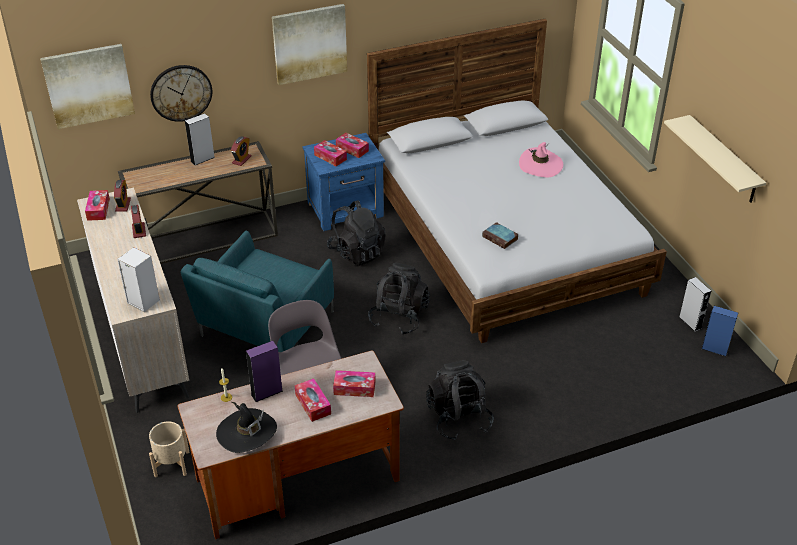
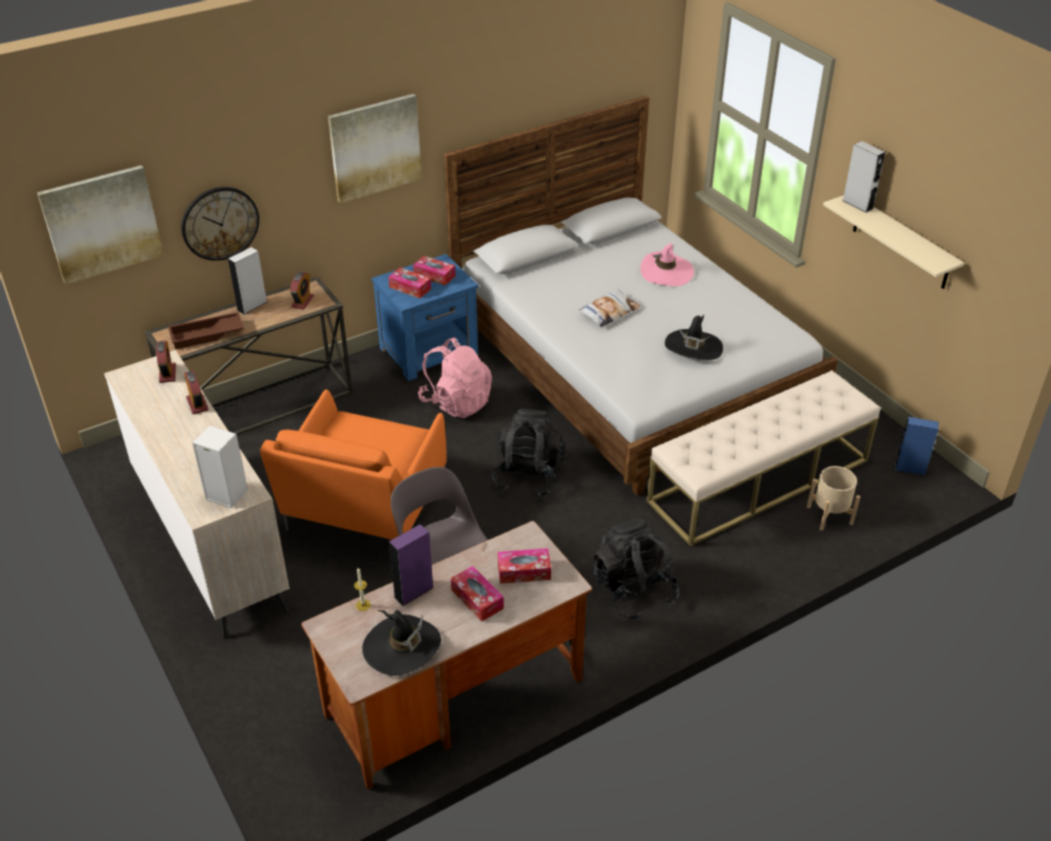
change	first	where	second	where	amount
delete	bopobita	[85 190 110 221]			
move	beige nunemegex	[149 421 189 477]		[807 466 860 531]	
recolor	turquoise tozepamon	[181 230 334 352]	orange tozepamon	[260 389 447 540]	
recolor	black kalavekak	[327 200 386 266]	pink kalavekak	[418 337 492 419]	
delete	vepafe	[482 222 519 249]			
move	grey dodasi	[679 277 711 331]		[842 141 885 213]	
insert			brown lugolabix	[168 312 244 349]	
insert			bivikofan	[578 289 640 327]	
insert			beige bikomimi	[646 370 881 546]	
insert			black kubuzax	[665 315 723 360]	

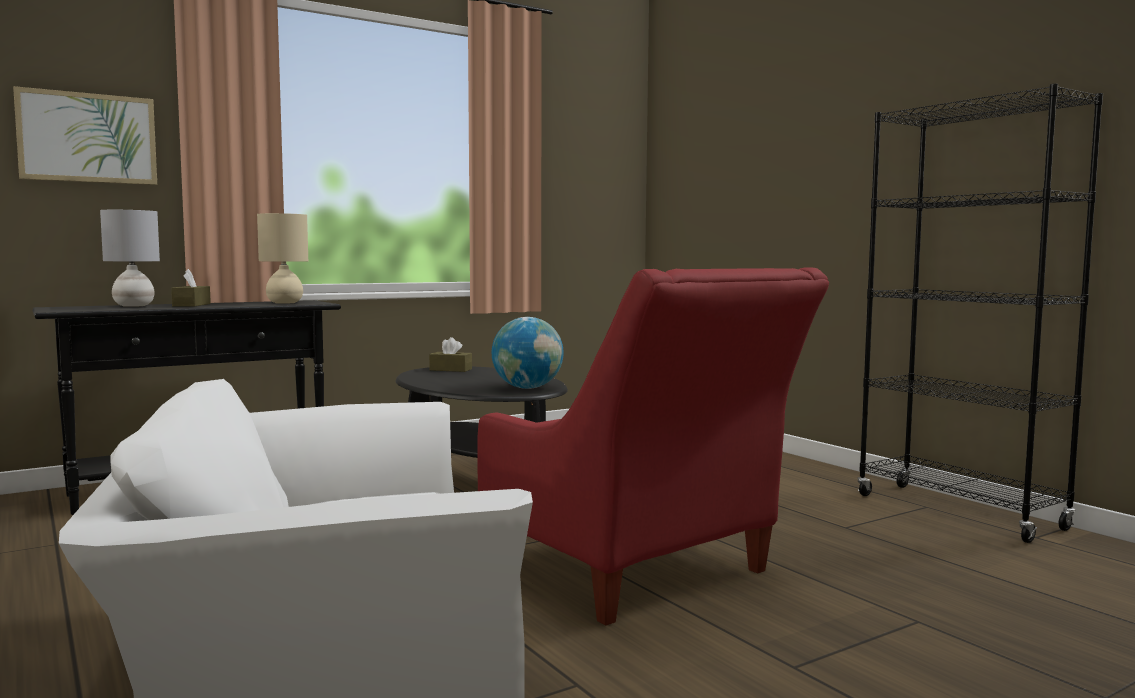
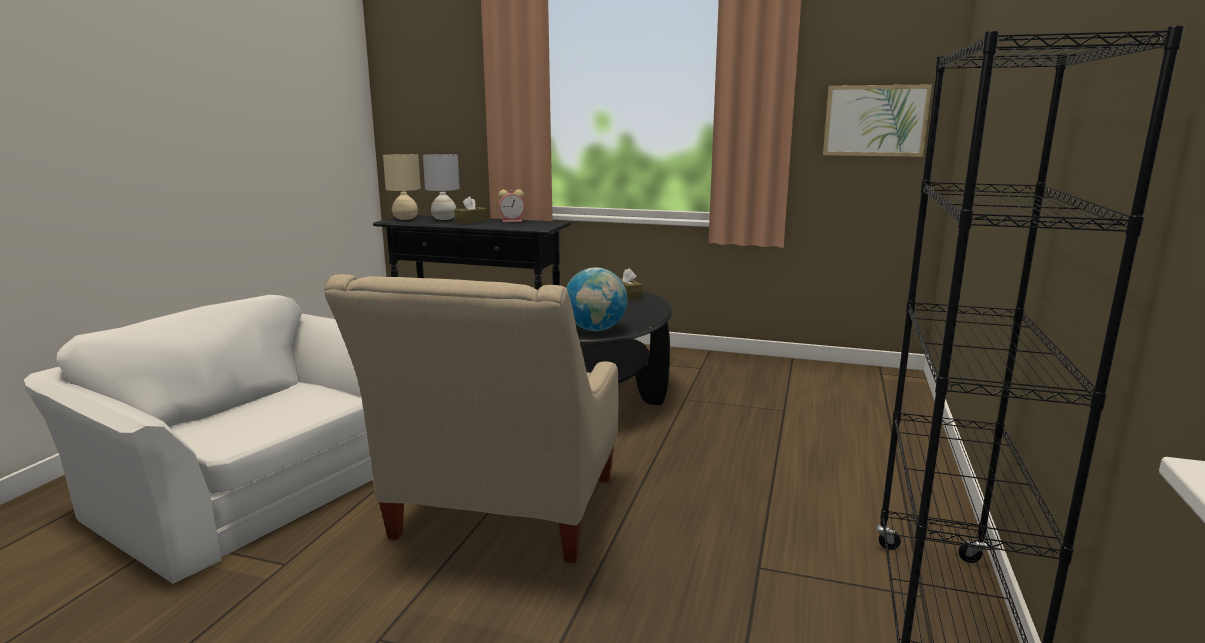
change	first	where	second	where	amount
move	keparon	[13 86 157 185]		[823 85 932 157]	
move	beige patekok	[257 213 308 304]		[383 154 421 220]	
recolor	red tozepamon	[477 267 829 626]	beige tozepamon	[324 274 618 563]	
insert			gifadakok	[498 189 525 222]	

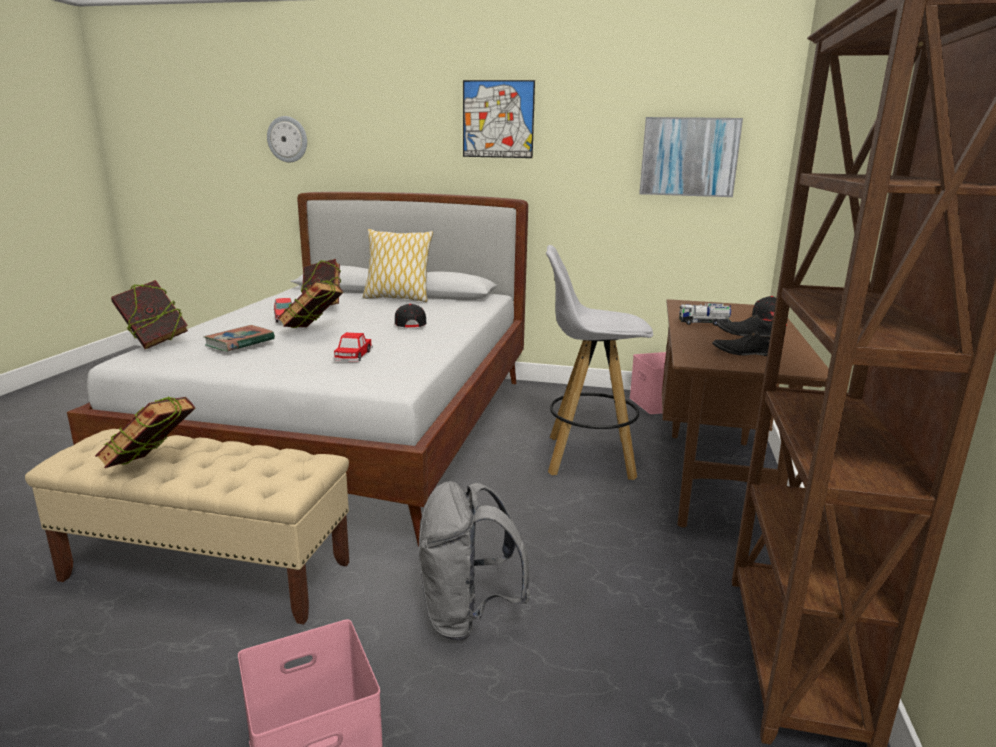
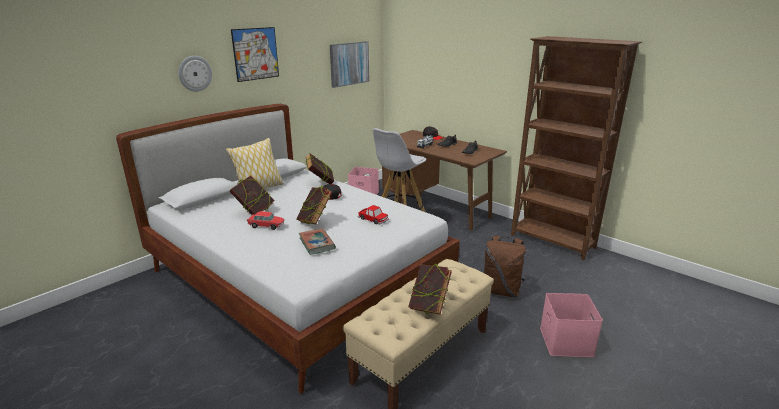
change	first	where	second	where	amount
move	vepafe	[111 280 188 349]		[306 153 334 184]	
move	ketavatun	[267 116 307 162]		[178 56 212 92]	
recolor	grey kalavekak	[419 481 530 641]	brown kalavekak	[484 235 526 297]	

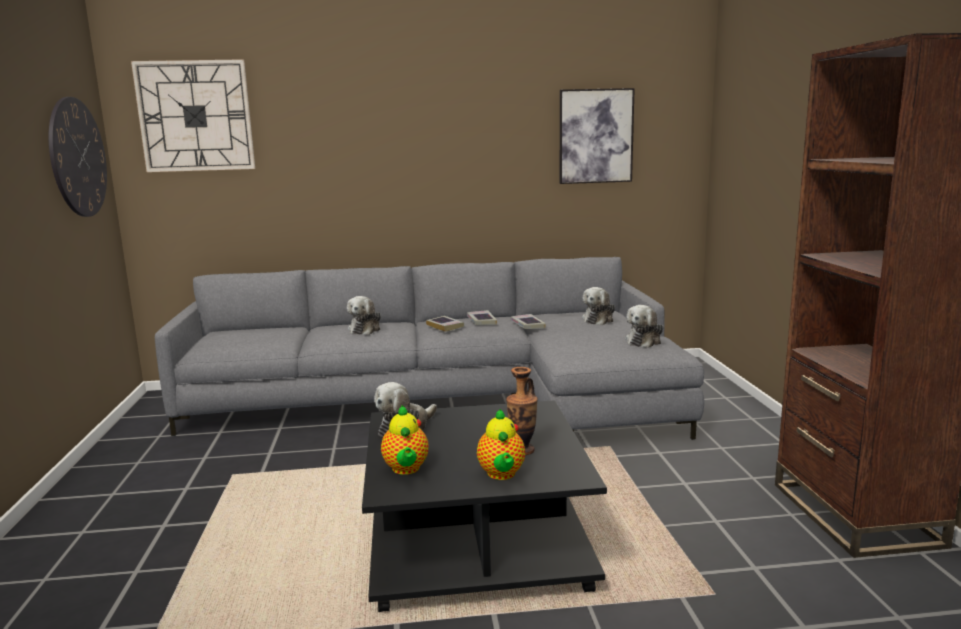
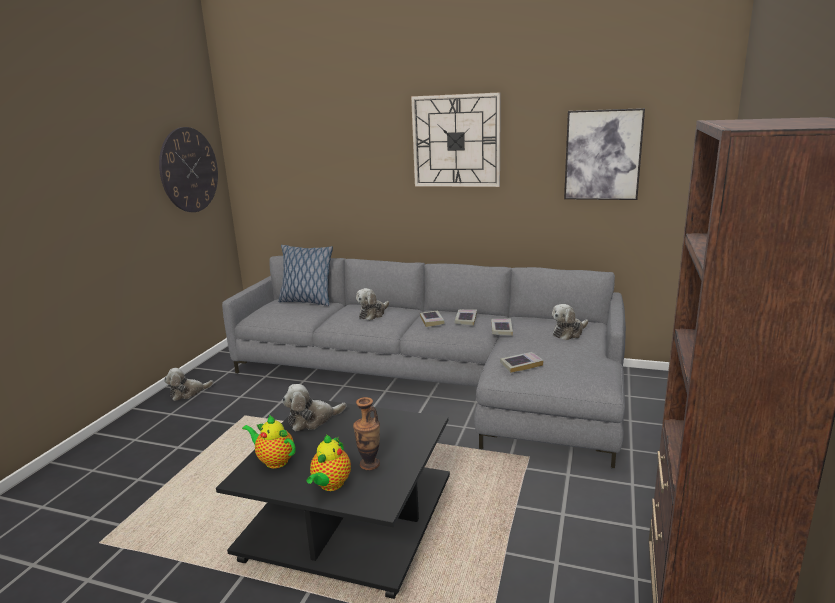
change	first	where	second	where	amount
move	ketavatun	[131 59 255 172]		[411 92 501 187]	
rotate	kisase	[381 405 429 475]		[242 415 295 468]	105 degrees clockwise
move	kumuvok	[625 305 663 348]		[164 368 214 401]	
insert			bivikofan	[278 245 333 306]	
insert			vepafe	[500 352 544 373]	

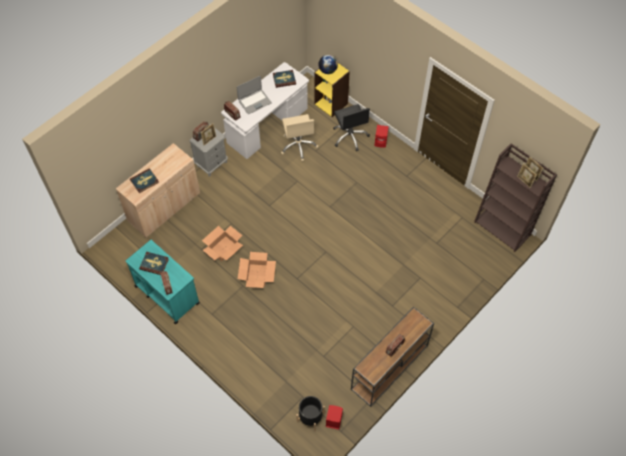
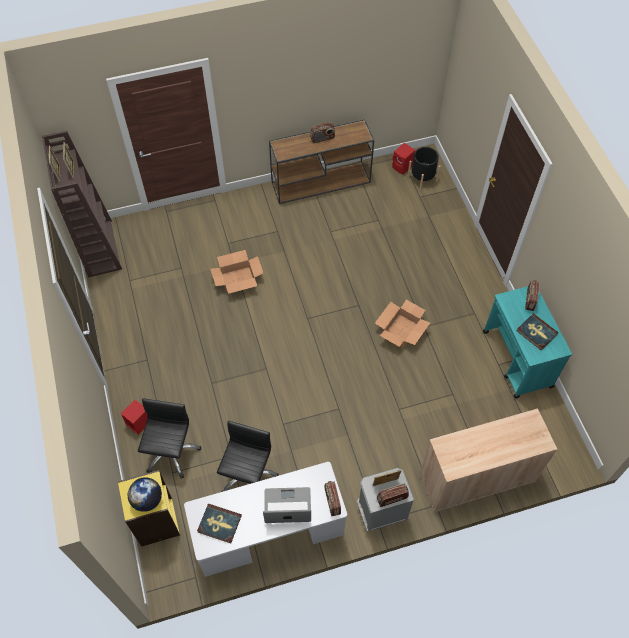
change	first	where	second	where	amount
delete	vepafe	[130 168 159 193]			
move	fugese	[202 226 243 261]		[211 250 263 294]	
recolor	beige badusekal	[281 114 318 161]	black badusekal	[217 421 279 492]	

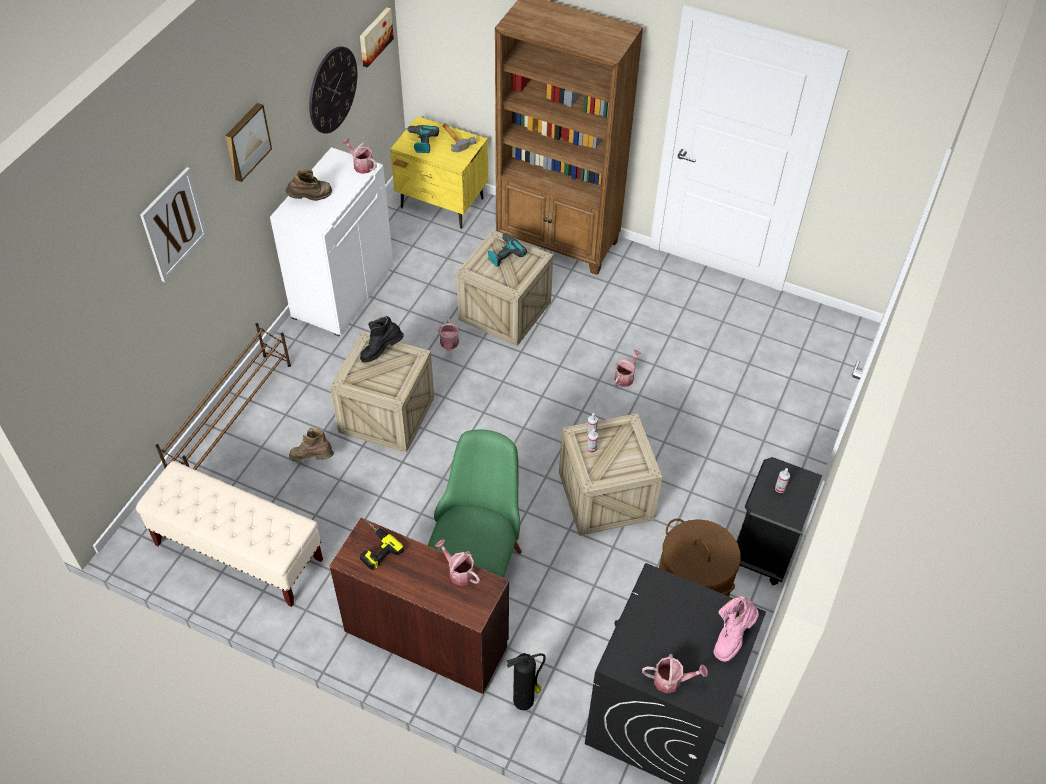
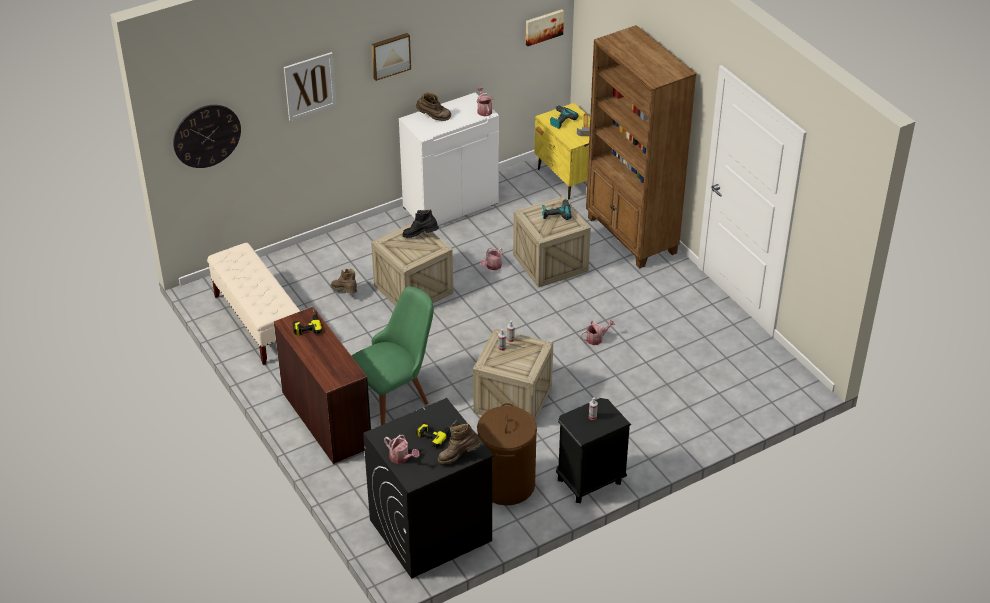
change	first	where	second	where	amount
delete	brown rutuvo	[156 323 291 470]			
move	ketavatun	[309 46 357 134]		[173 105 241 168]	
delete	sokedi	[435 540 480 586]			
delete	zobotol	[507 653 546 710]			
recolor	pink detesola	[714 596 759 662]	brown detesola	[438 423 481 464]	
insert			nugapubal	[416 420 457 448]	

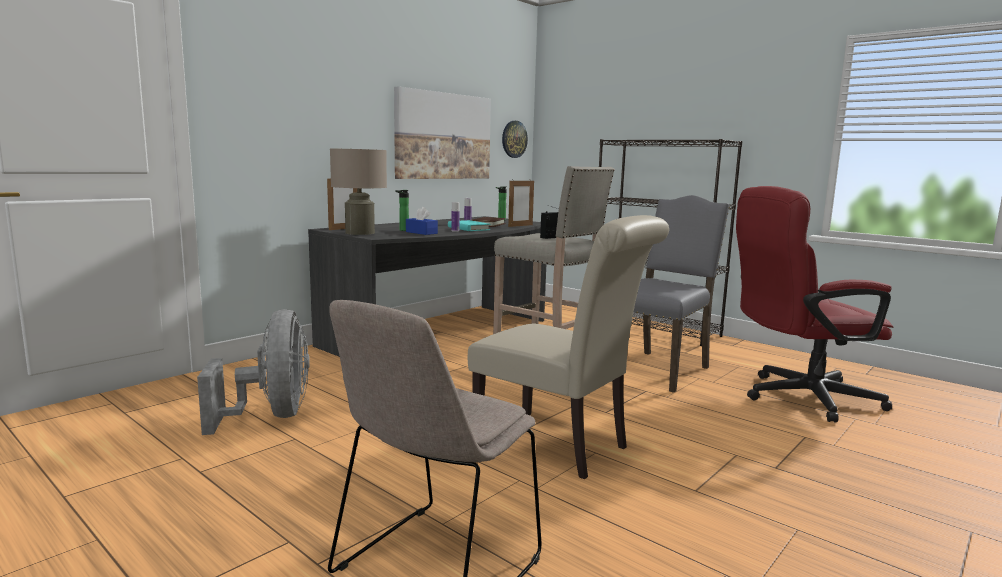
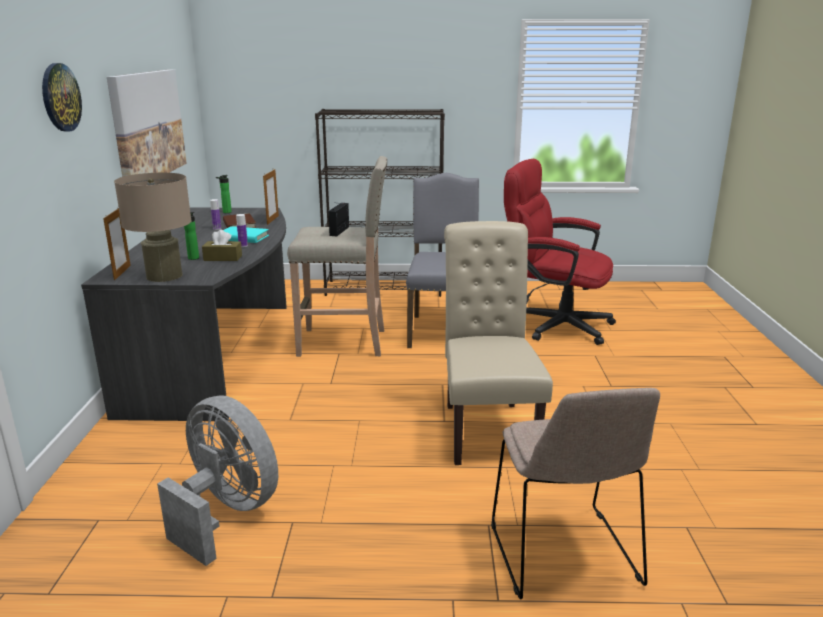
change	first	where	second	where	amount
recolor	blue bopobita	[406 207 438 235]	brown bopobita	[202 229 242 261]	
rotate	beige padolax	[468 215 669 479]		[444 221 553 465]	90 degrees counterclockwise
move	ketavatun	[502 121 528 158]		[42 63 82 132]	
rotate	red badusekal	[736 186 893 422]		[504 159 616 345]	75 degrees clockwise

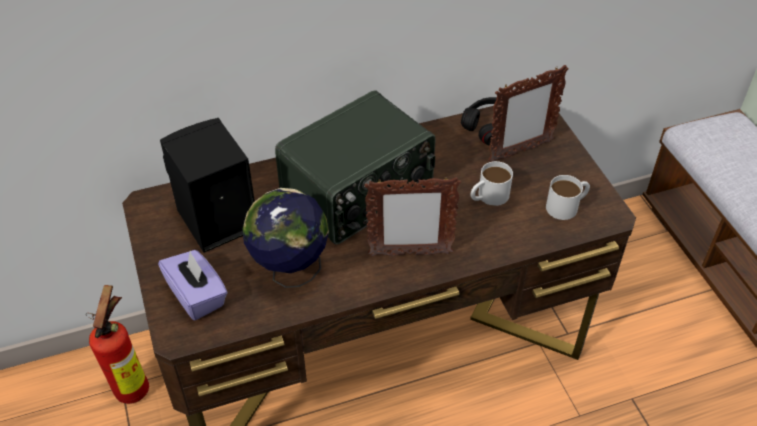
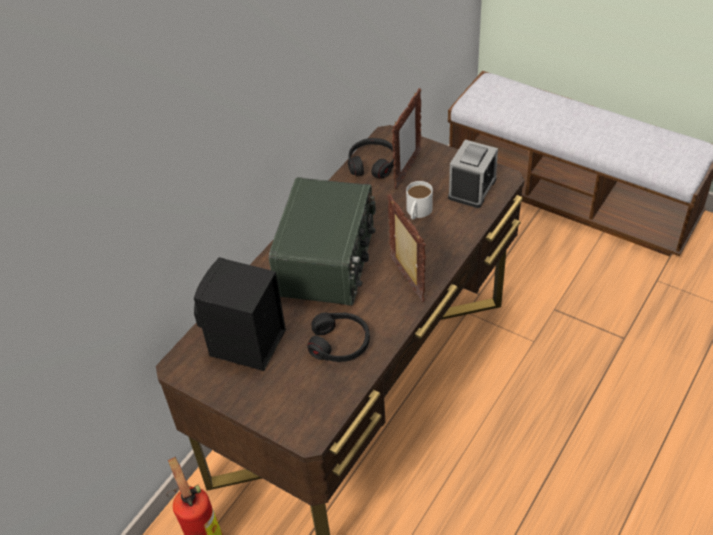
change	first	where	second	where	amount
delete	purple bopobita	[158 250 228 320]			
replace	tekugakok	[242 188 329 288]	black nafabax	[308 313 370 362]	
rotate	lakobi	[365 176 461 257]		[387 194 426 302]	75 degrees counterclockwise
replace	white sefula	[546 175 590 220]	gifadakok	[448 140 498 208]	

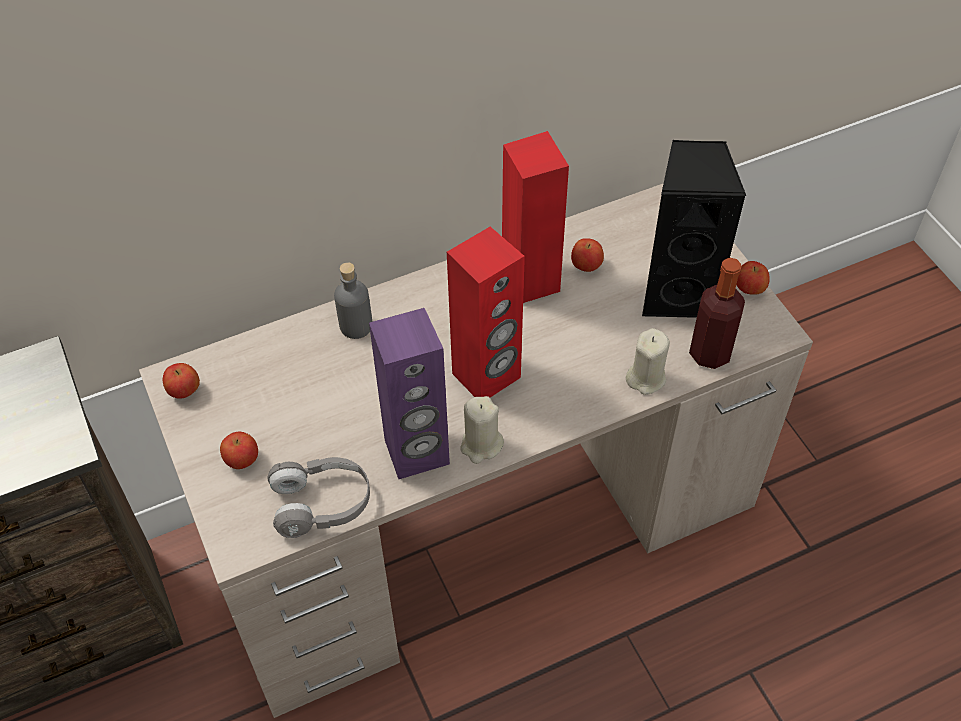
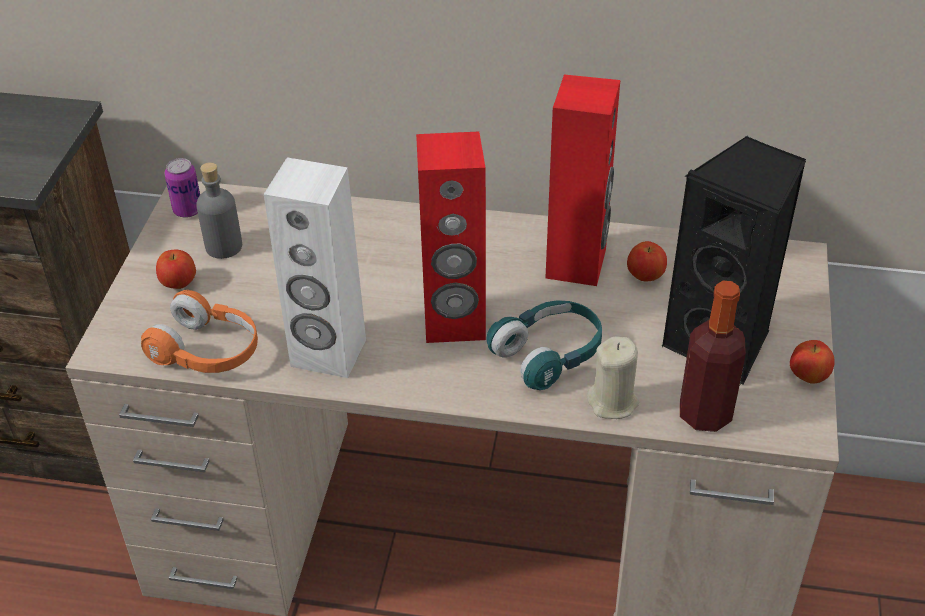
change	first	where	second	where	amount
replace	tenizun	[163 363 200 399]	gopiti	[165 158 200 218]	
recolor	grey nafabax	[268 457 370 538]	orange nafabax	[141 290 258 373]	
move	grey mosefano	[334 262 372 339]		[196 162 242 259]	
recolor	purple dodasi	[369 308 450 479]	white dodasi	[264 157 366 378]	
delete	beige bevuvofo	[461 396 504 464]			
insert			turquoise nafabax	[486 300 602 390]	

